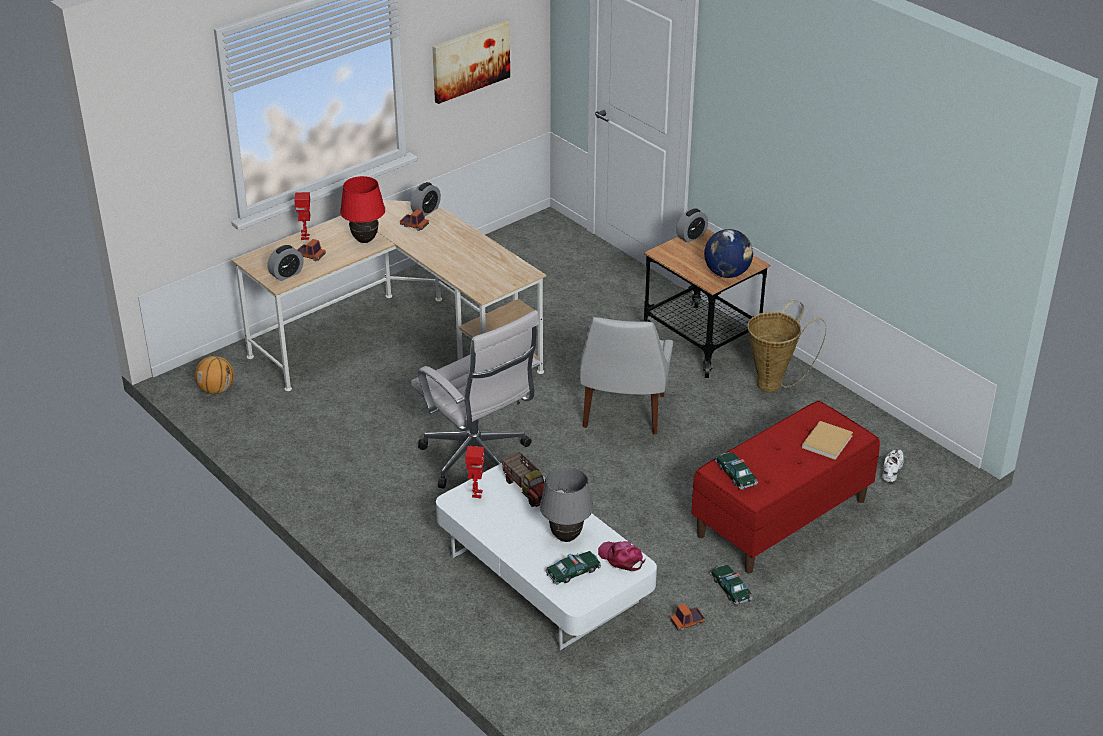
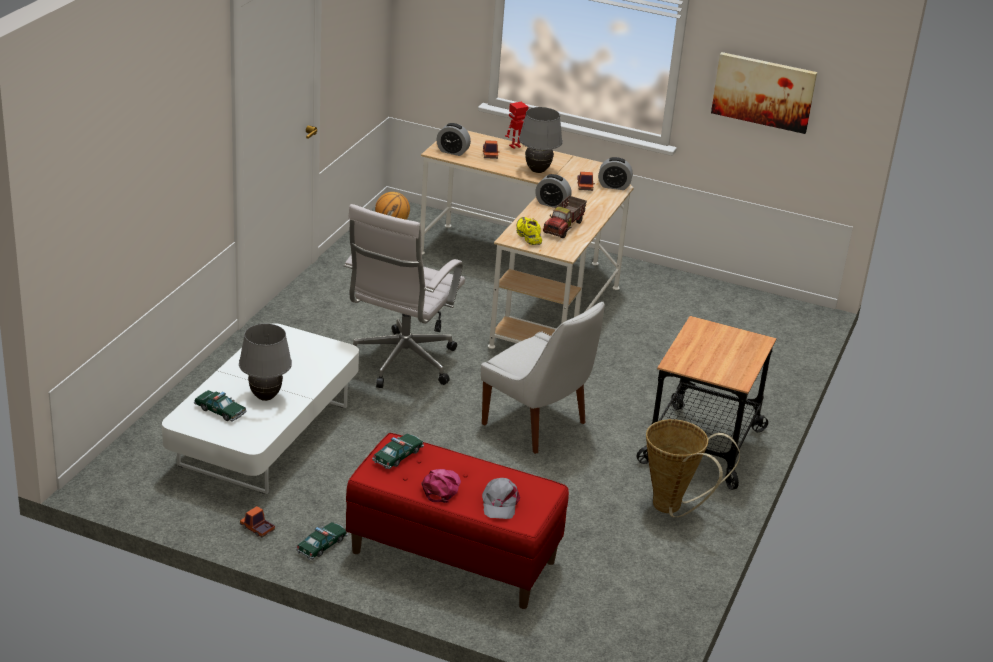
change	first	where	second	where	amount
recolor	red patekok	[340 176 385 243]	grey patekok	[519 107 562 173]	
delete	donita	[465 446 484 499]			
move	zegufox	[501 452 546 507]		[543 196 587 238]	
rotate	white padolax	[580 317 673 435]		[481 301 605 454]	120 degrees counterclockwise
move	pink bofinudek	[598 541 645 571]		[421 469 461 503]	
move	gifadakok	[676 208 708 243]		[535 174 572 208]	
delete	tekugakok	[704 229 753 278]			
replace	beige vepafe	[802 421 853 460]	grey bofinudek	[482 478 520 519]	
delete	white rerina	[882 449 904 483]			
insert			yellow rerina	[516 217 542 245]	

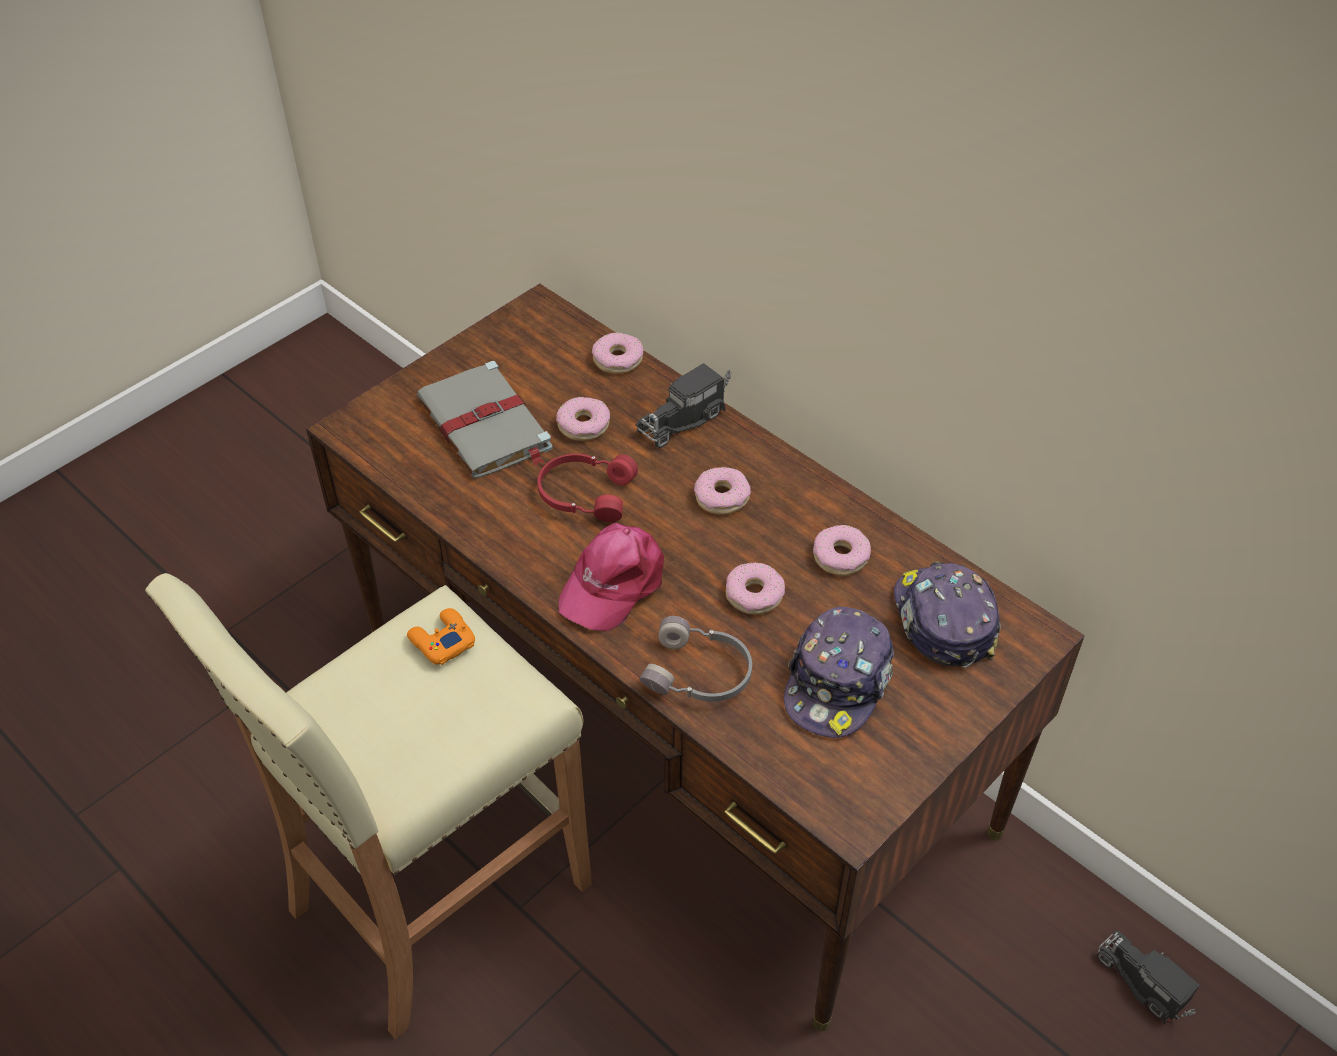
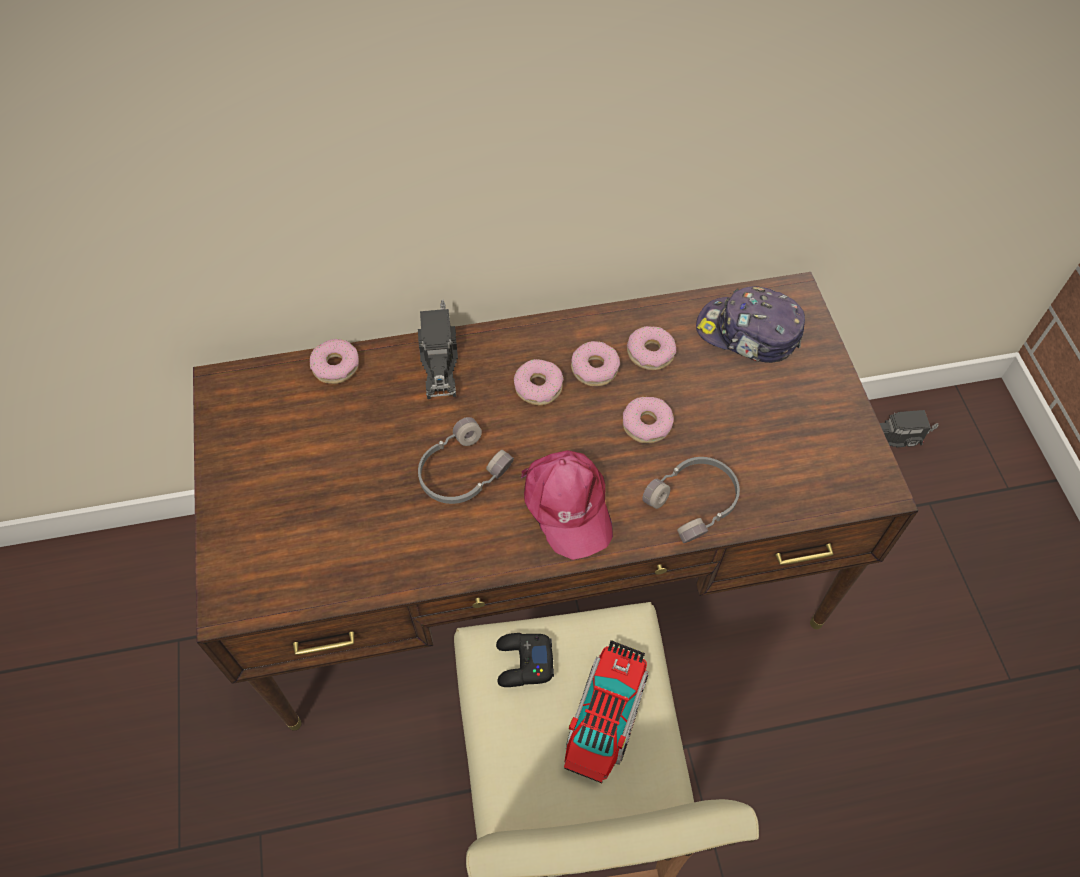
change	first	where	second	where	amount
recolor	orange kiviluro	[407 608 475 665]	black kiviluro	[496 633 554 687]	
delete	grey vepafe	[417 361 553 478]			
recolor	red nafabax	[537 454 638 522]	grey nafabax	[418 417 514 504]	
move	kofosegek	[556 397 610 441]		[571 341 620 386]	
delete	bofinudek	[784 607 894 738]			
insert			zegufox	[564 640 648 783]	

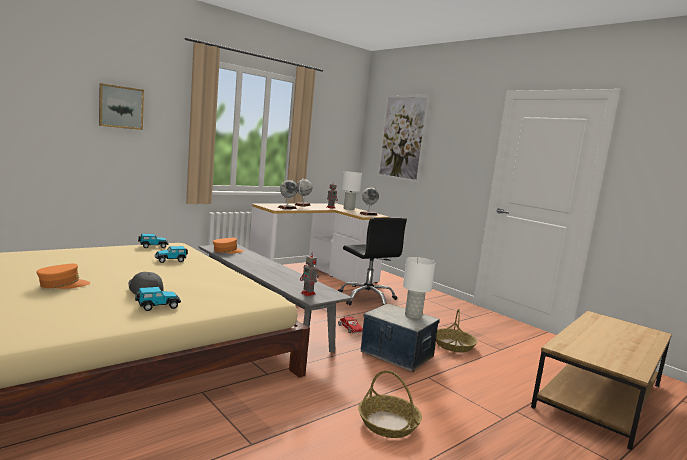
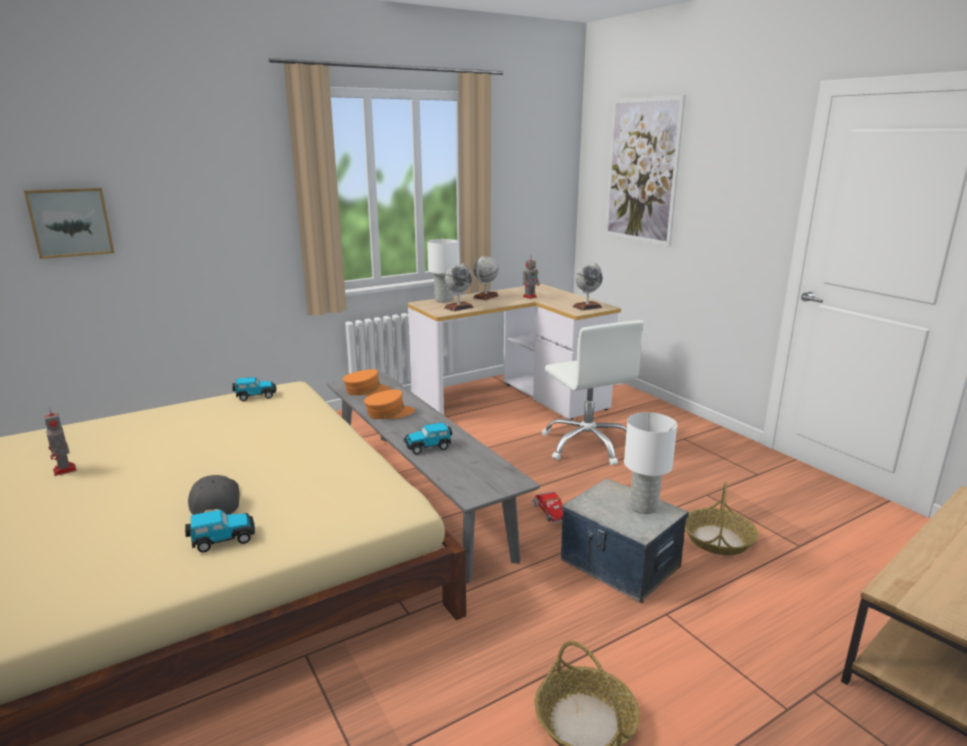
change	first	where	second	where	amount
move	orange bofinudek	[36 264 90 289]		[364 389 415 419]	
move	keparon	[99 83 144 130]		[24 188 114 259]	
move	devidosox	[155 246 188 263]		[404 422 452 454]	
move	donita	[300 252 319 296]		[44 407 77 476]	
recolor	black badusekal	[338 218 407 305]	white badusekal	[542 320 644 465]	
move	white patekok	[342 171 362 210]		[427 239 458 303]	

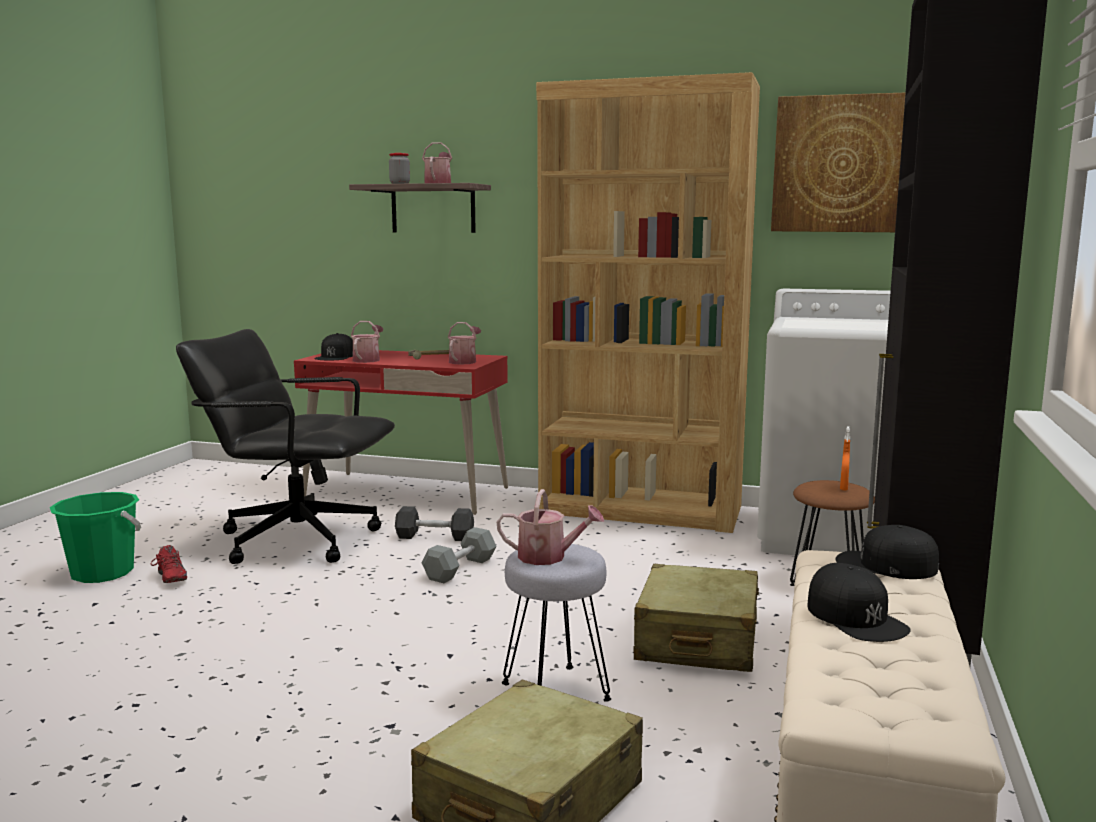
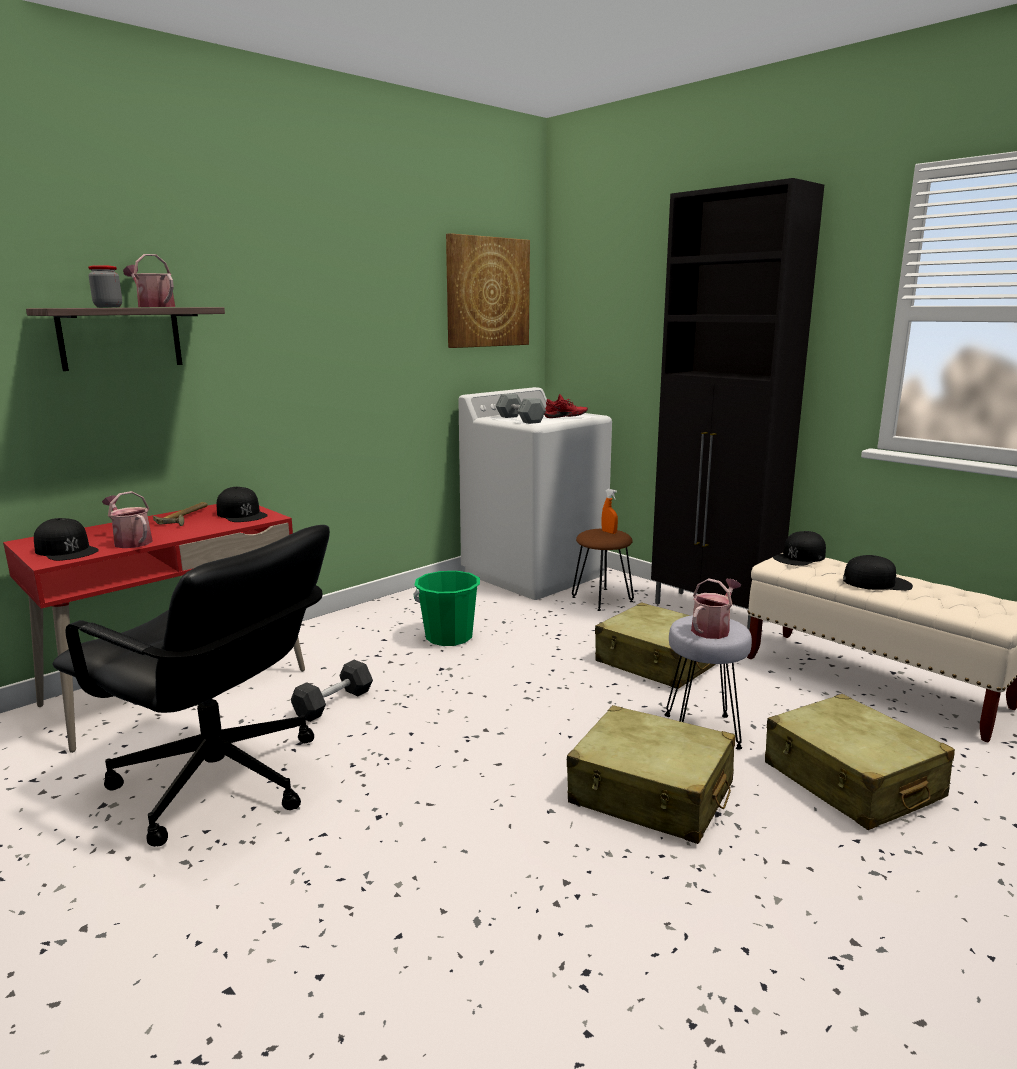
change	first	where	second	where	amount
move	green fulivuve	[50 492 141 583]		[414 571 480 646]	
move	red rerina	[150 545 187 583]		[544 394 588 418]	
rotate	black badusekal	[176 329 395 564]		[53 525 330 847]	105 degrees counterclockwise
move	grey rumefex	[421 527 497 583]		[496 393 546 424]	
replace	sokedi	[448 322 481 365]	black bofinudek	[217 487 268 522]	
delete	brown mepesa	[536 72 760 533]			
insert			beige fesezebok	[567 705 735 844]	

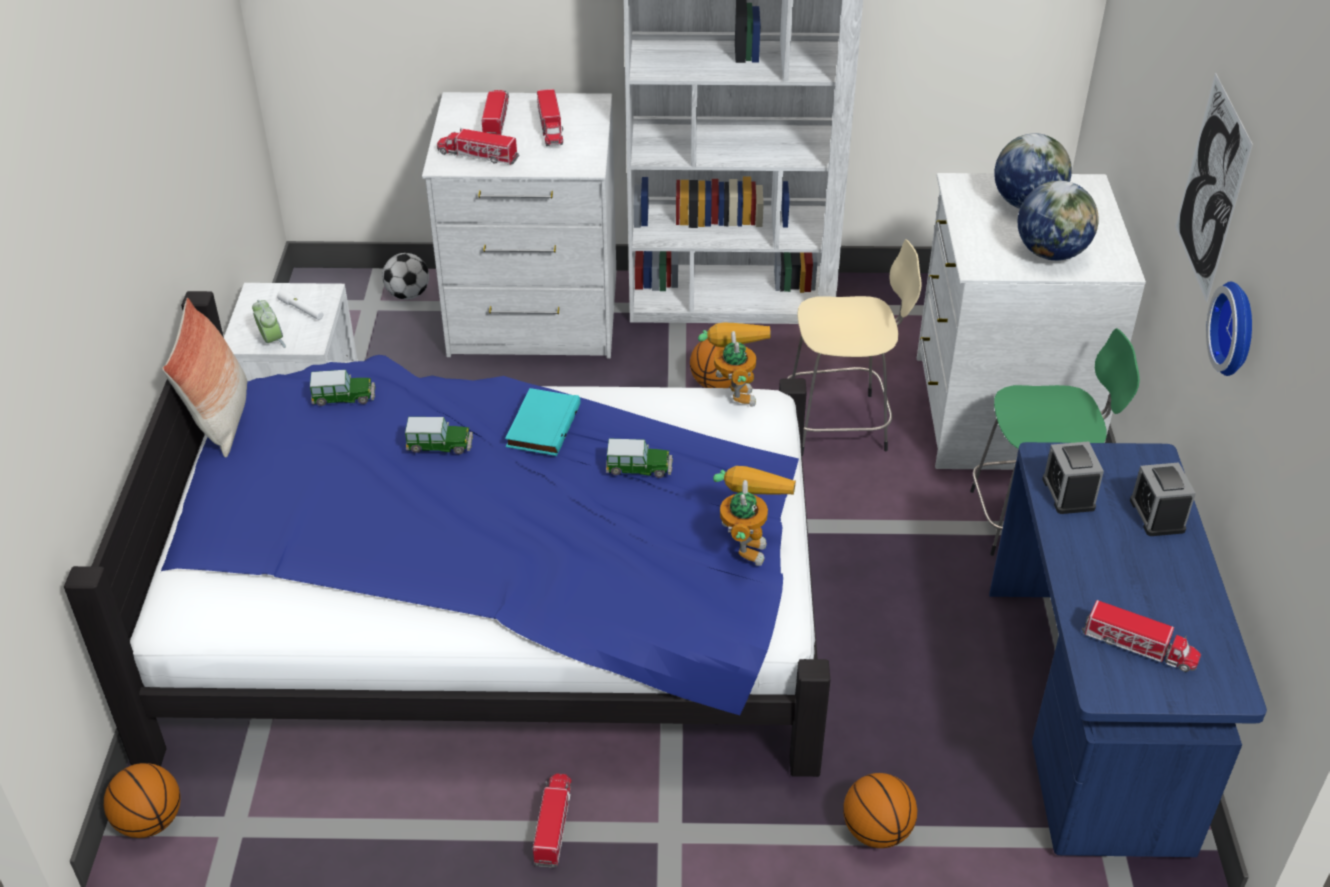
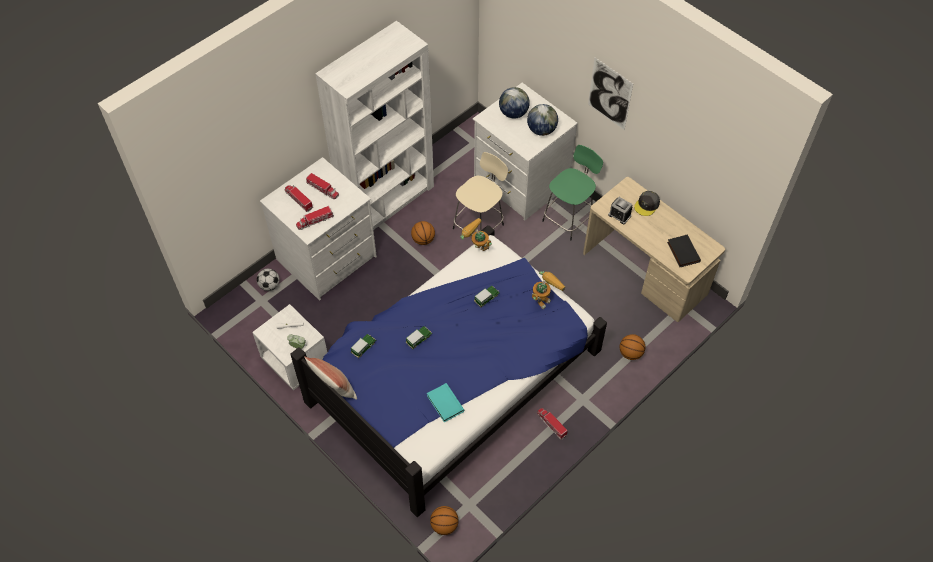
change	first	where	second	where	amount
move	turquoise vepafe	[505 388 581 456]		[427 383 464 422]	
rotate	donita	[713 466 796 566]		[532 271 566 309]	75 degrees clockwise
recolor	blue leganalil	[989 442 1267 857]	beige leganalil	[583 177 725 322]	
replace	zegufox	[1082 600 1201 672]	black vepafe	[667 235 701 267]	
replace	gifadakok	[1130 462 1196 536]	grey bofinudek	[634 191 660 216]	
delete	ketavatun	[1206 282 1252 376]			

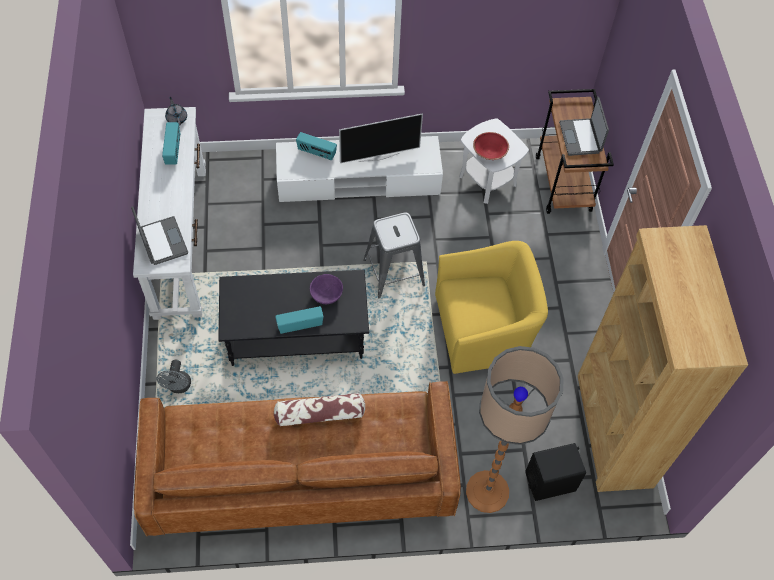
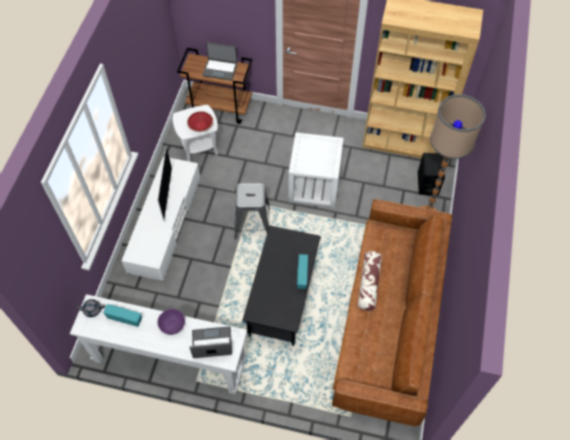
change	first	where	second	where	amount
delete	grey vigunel	[156 360 191 393]			
delete	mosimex	[296 132 337 160]			
move	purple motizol	[310 274 343 304]		[157 309 185 335]	
replace	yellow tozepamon	[435 241 548 374]	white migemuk	[288 132 344 208]	

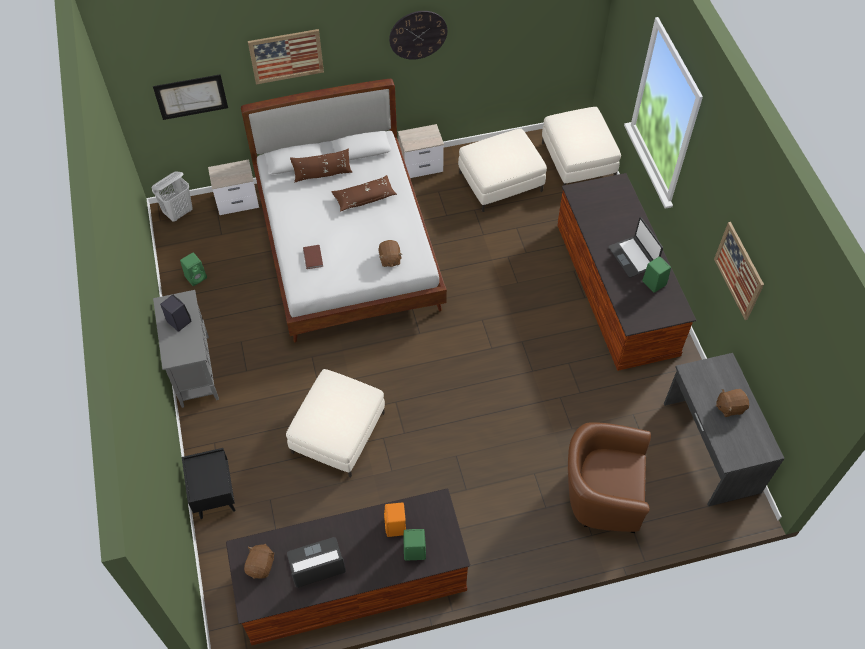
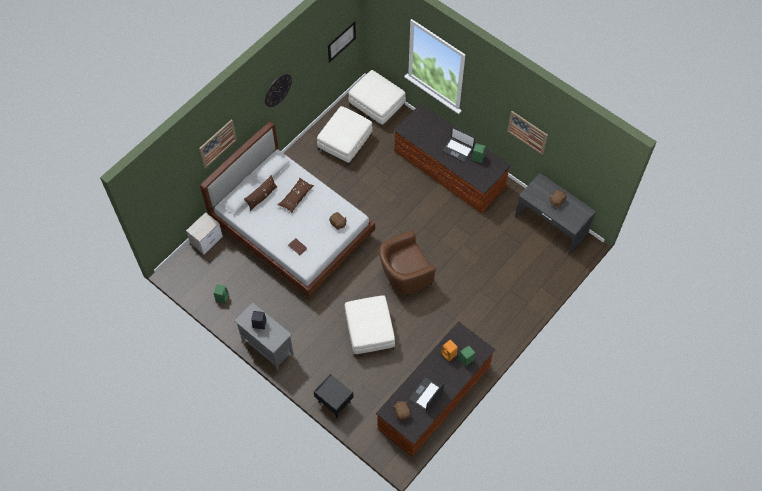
change	first	where	second	where	amount
delete	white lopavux	[151 171 193 222]			
move	keparon	[153 74 228 120]		[328 21 356 63]	
delete	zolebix	[398 124 444 178]			
move	brown tozepamon	[568 422 651 533]		[379 230 436 296]	

